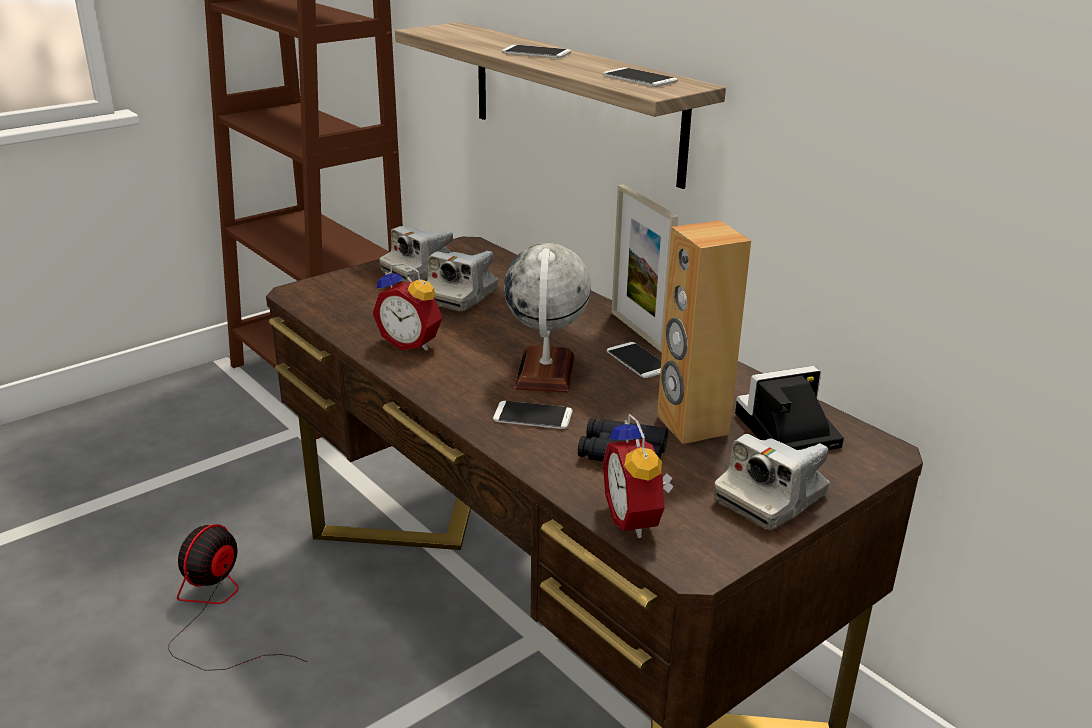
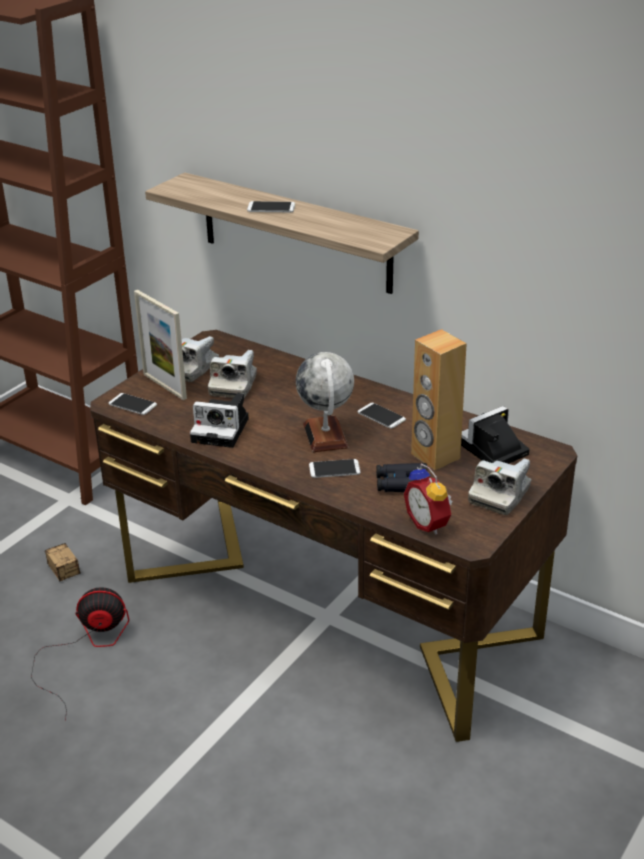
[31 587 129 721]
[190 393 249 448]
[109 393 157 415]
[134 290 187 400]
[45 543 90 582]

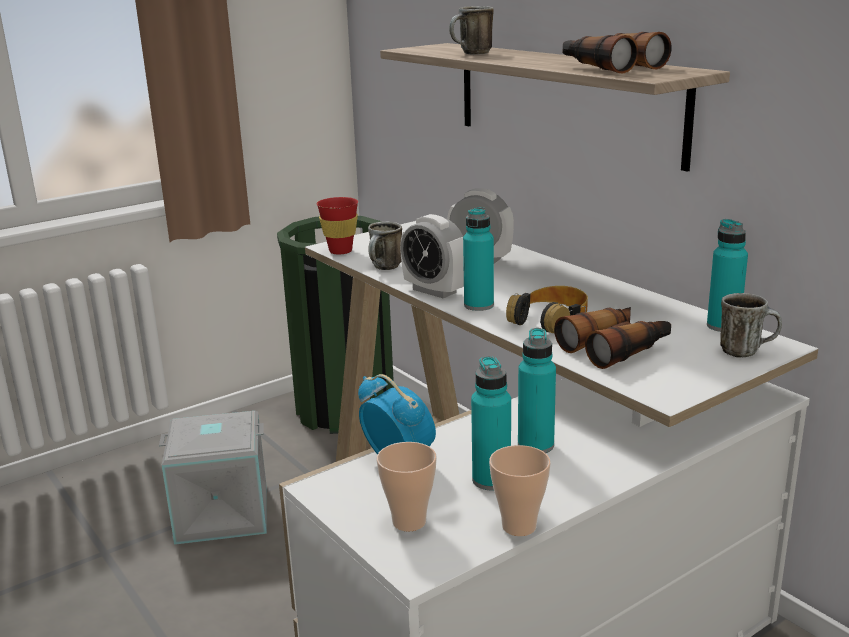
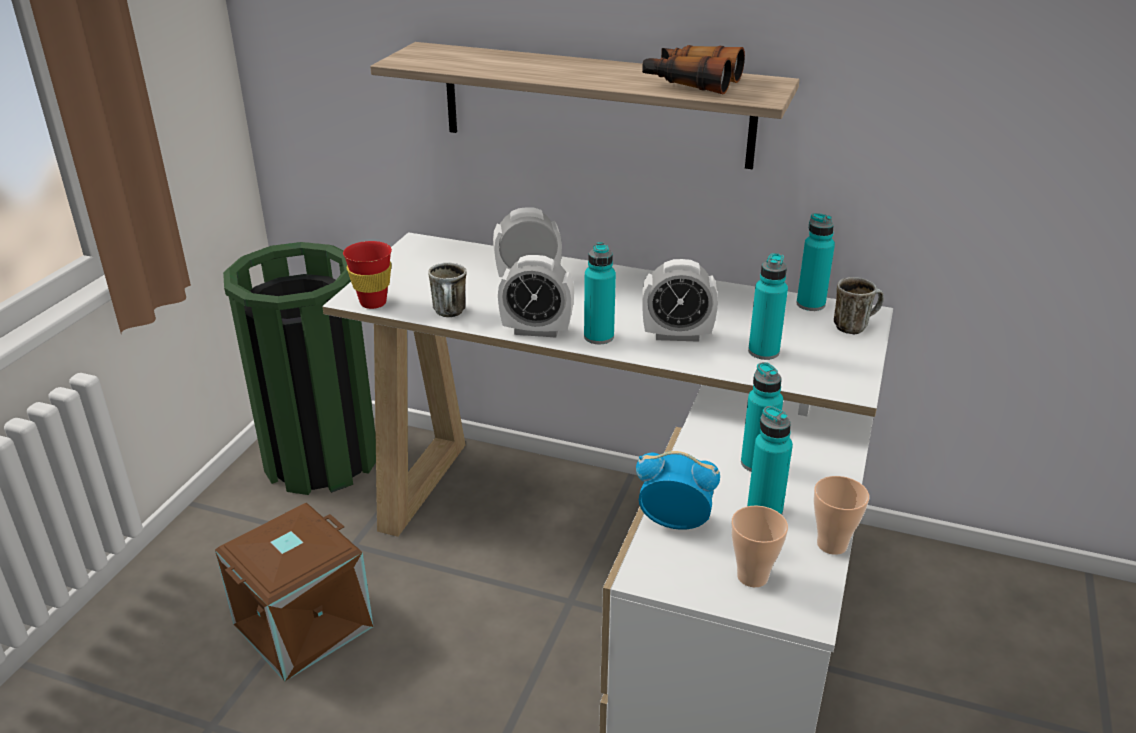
[215 503 373 682]
[449 6 494 55] (first image)
[642 259 718 342]
[748 253 788 360]

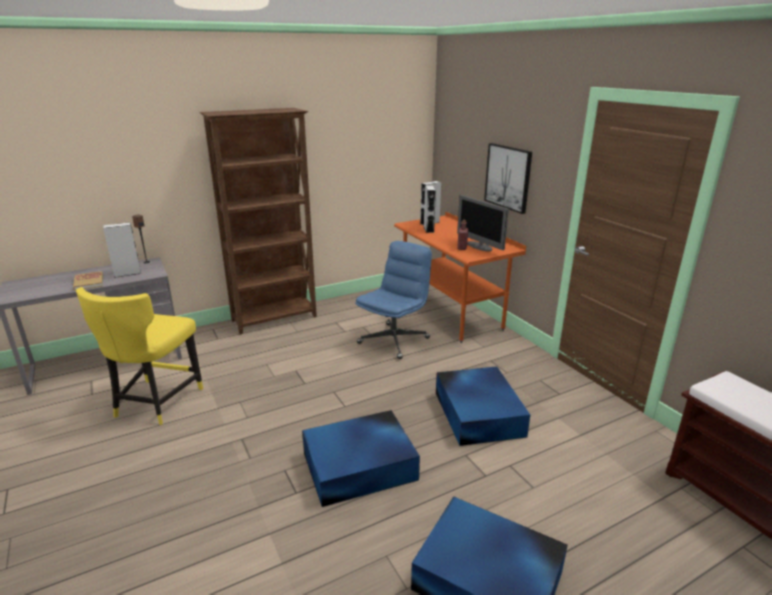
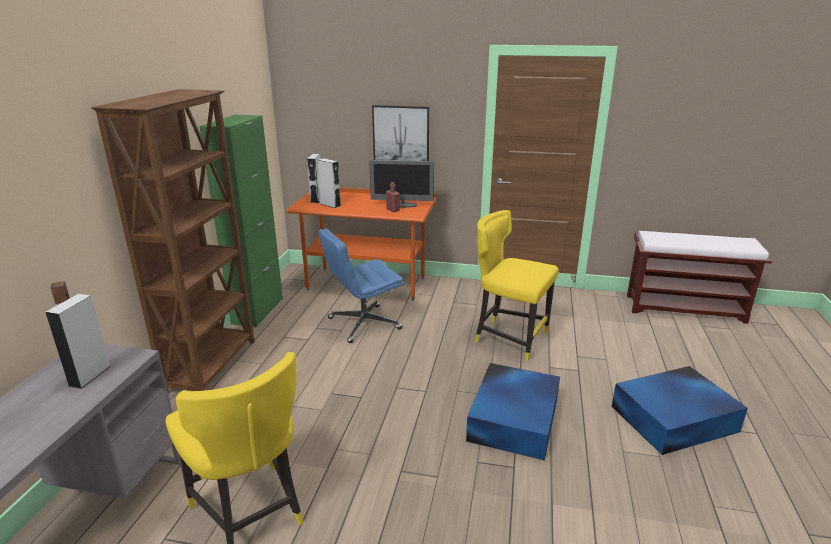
[73 271 103 291] (first image)
[319 228 404 343]
[474 210 559 362]
[199 115 283 327]

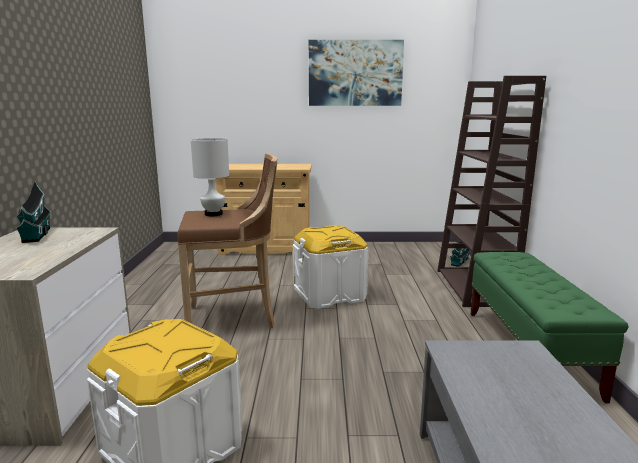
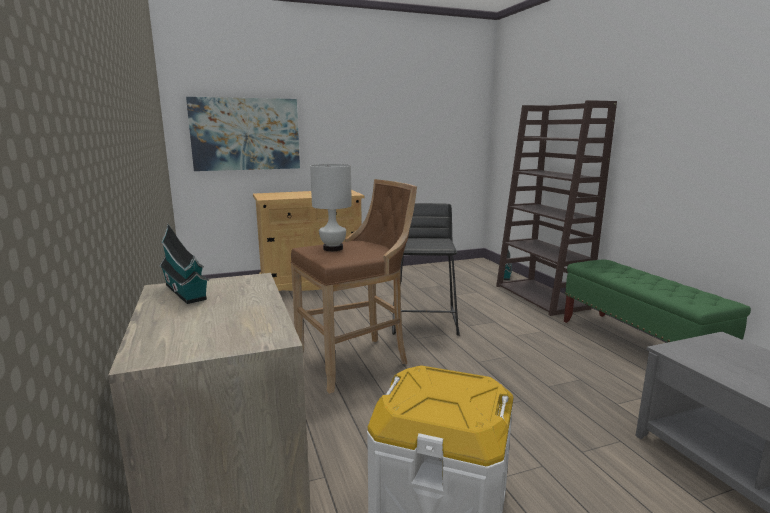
[392 203 460 336]
[186 97 300 171]

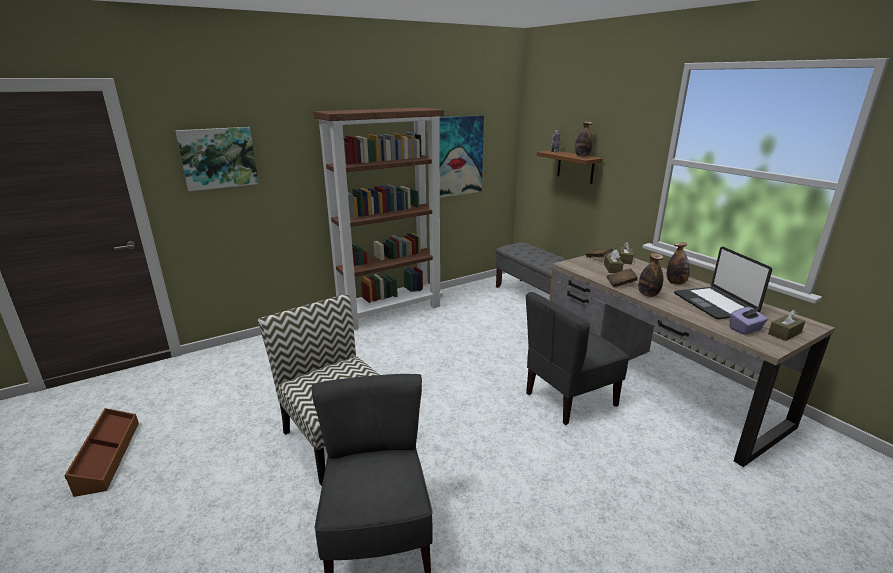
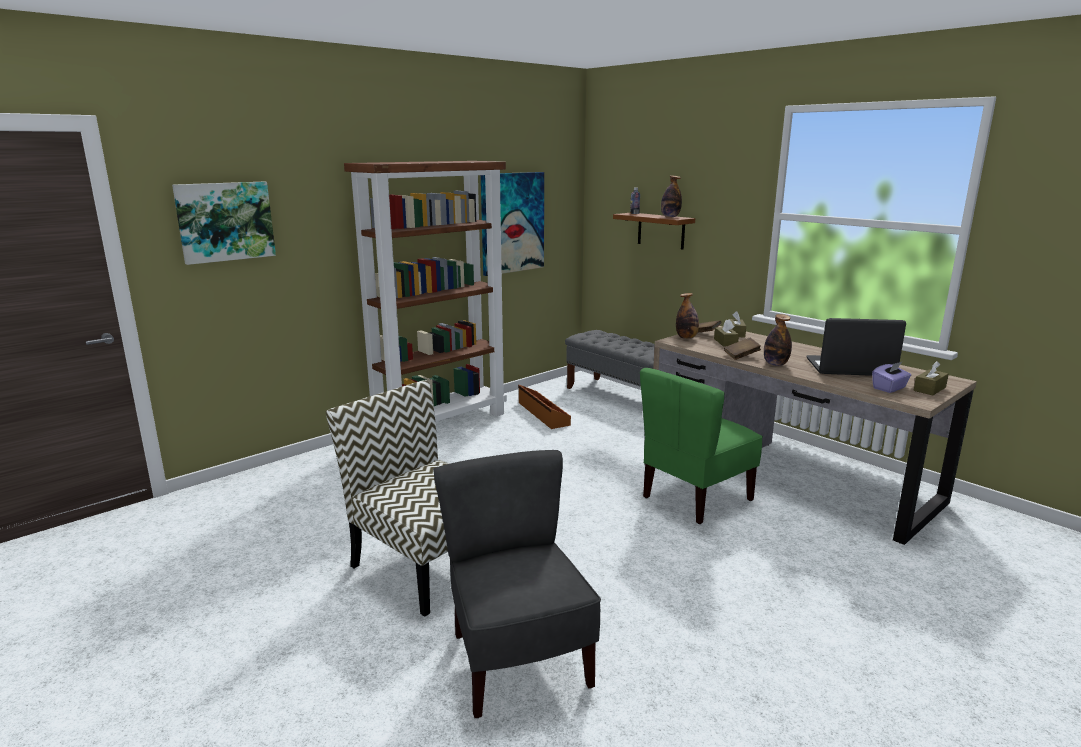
[518 385 571 429]
[640 368 763 524]
[676 293 699 339]
[806 318 906 376]

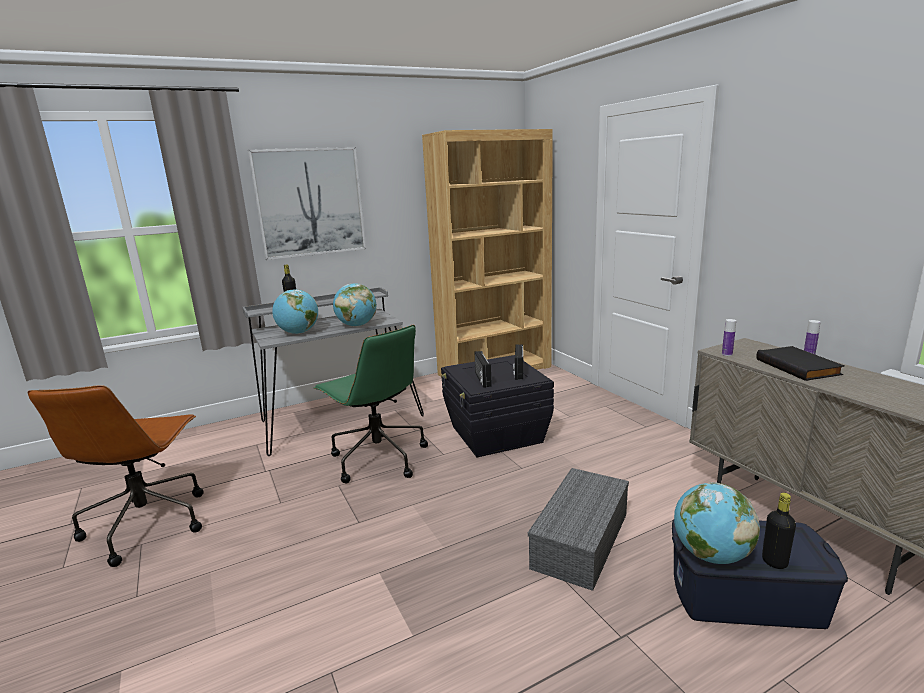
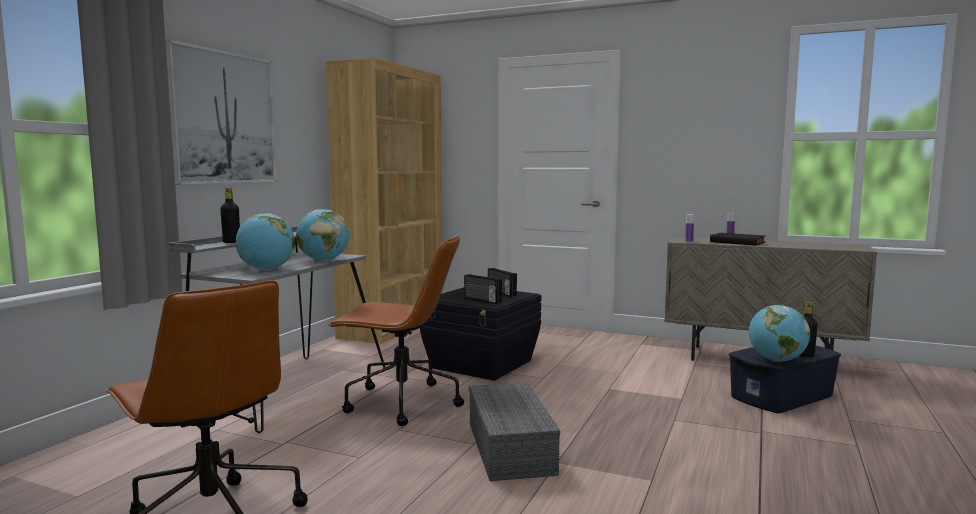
[328 235 464 426]
[469 383 560 481]

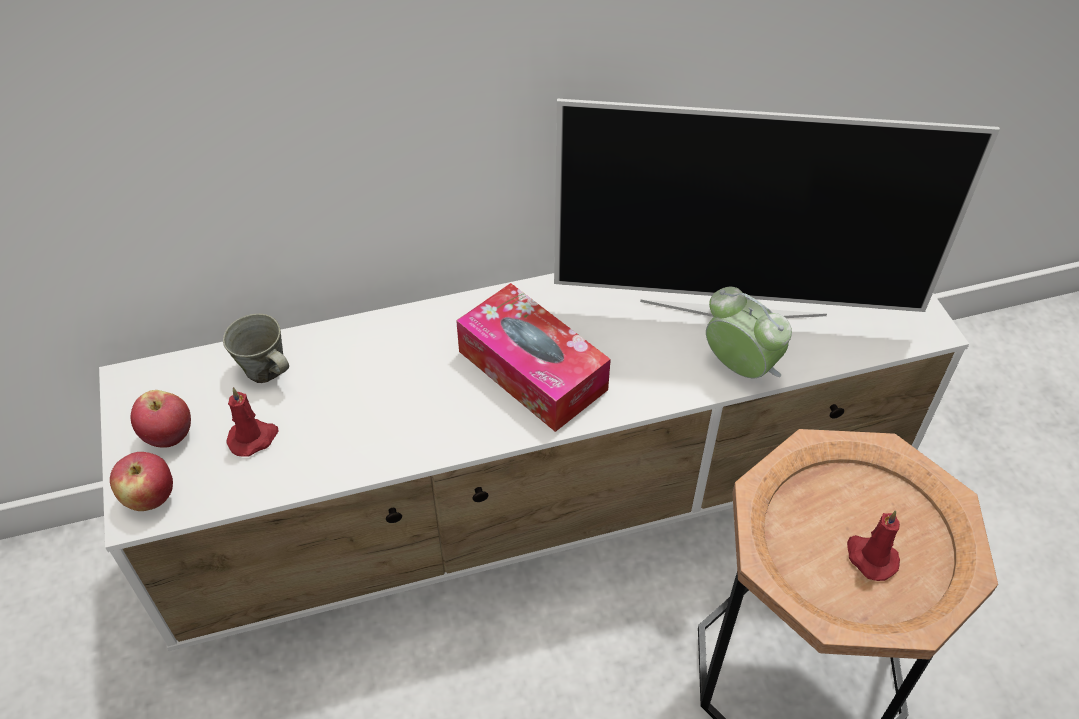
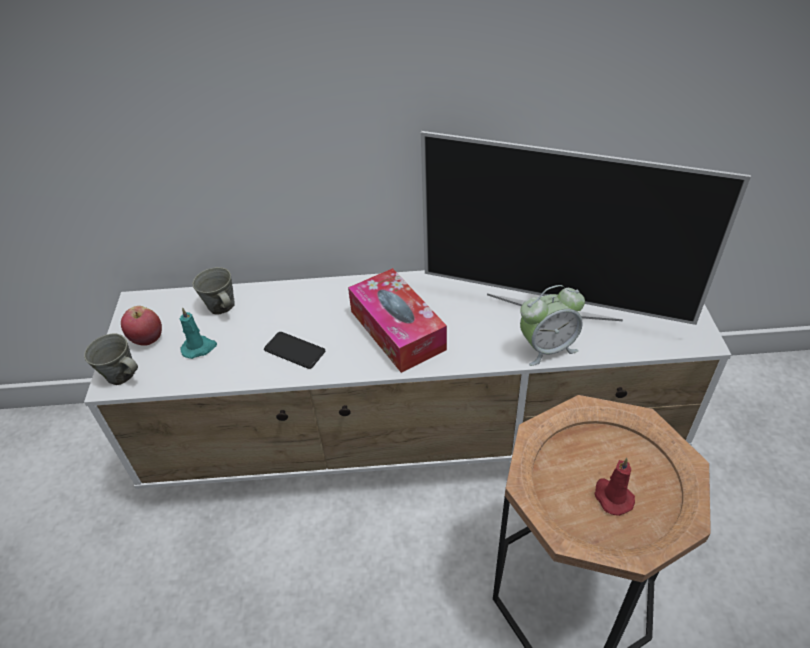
[84 333 138 385]
[179 307 217 359]
[520 285 585 366]
[264 332 325 369]

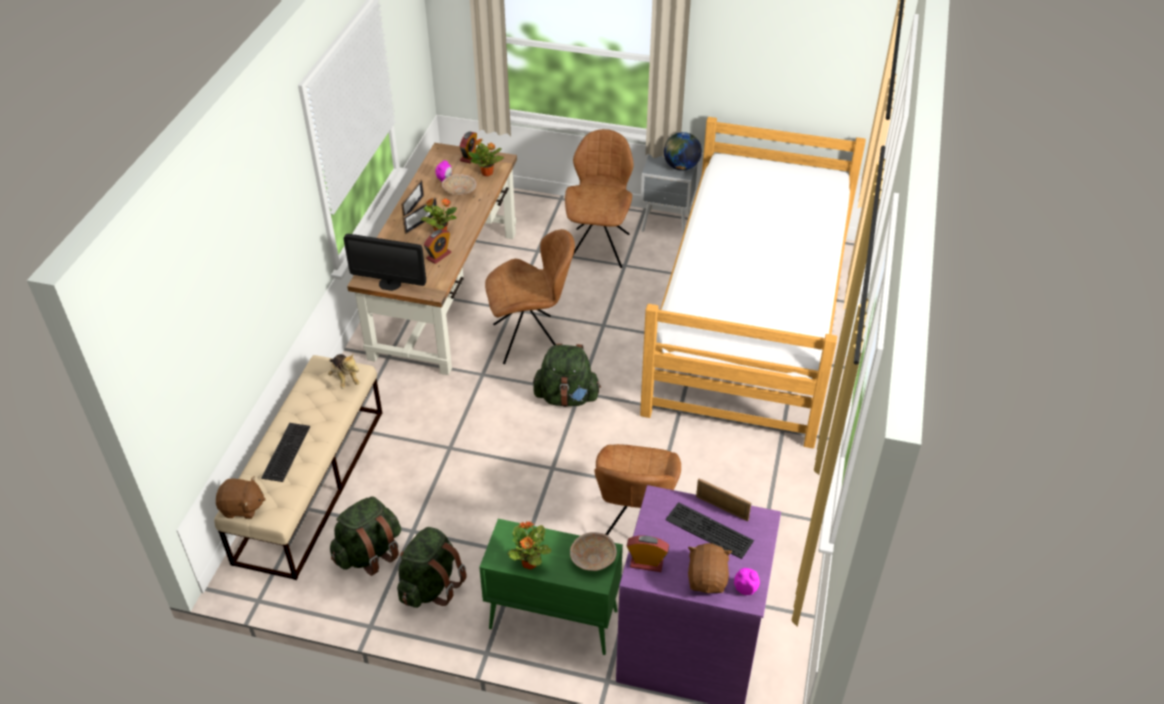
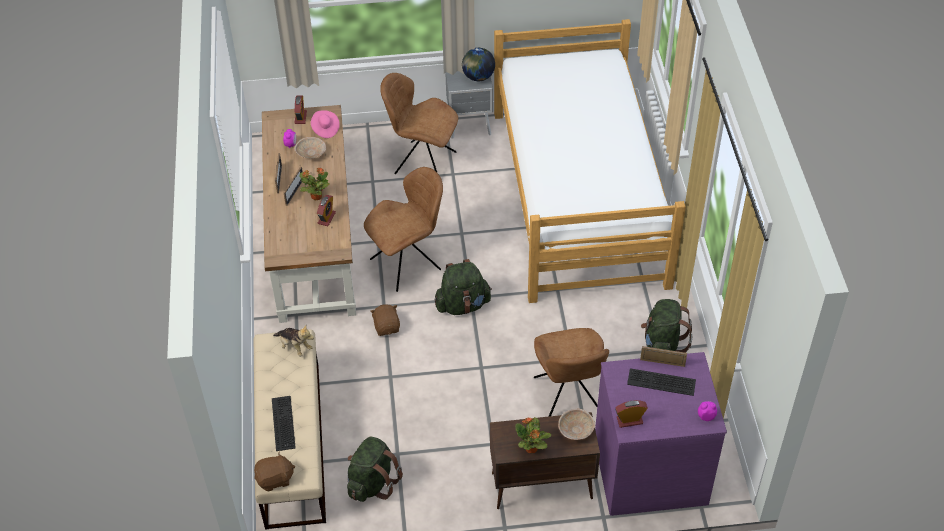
[344 234 426 291] (first image)
[641 299 693 353]
[311 110 340 138]
[490 412 600 509]
[380 73 458 174]
[370 304 400 336]

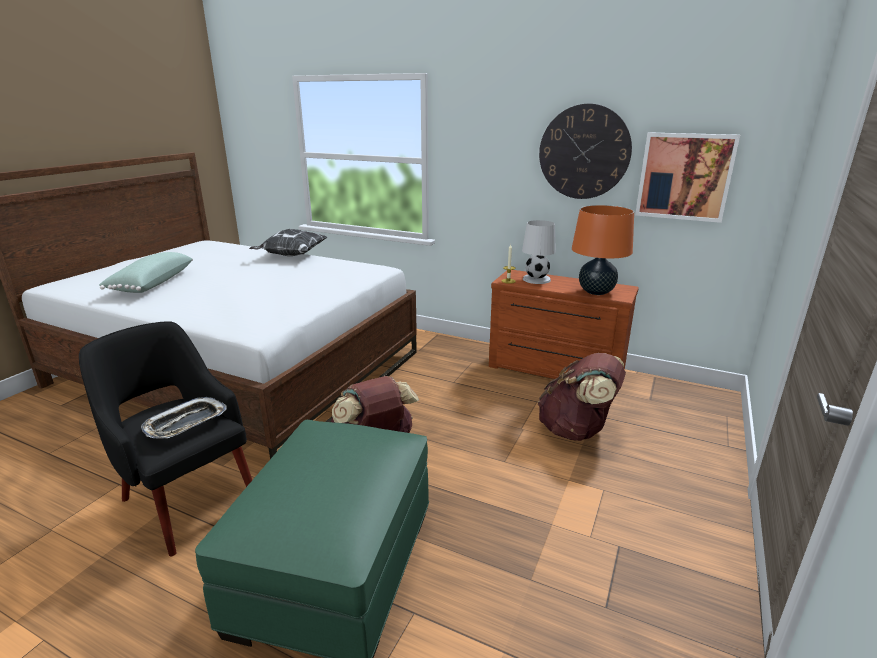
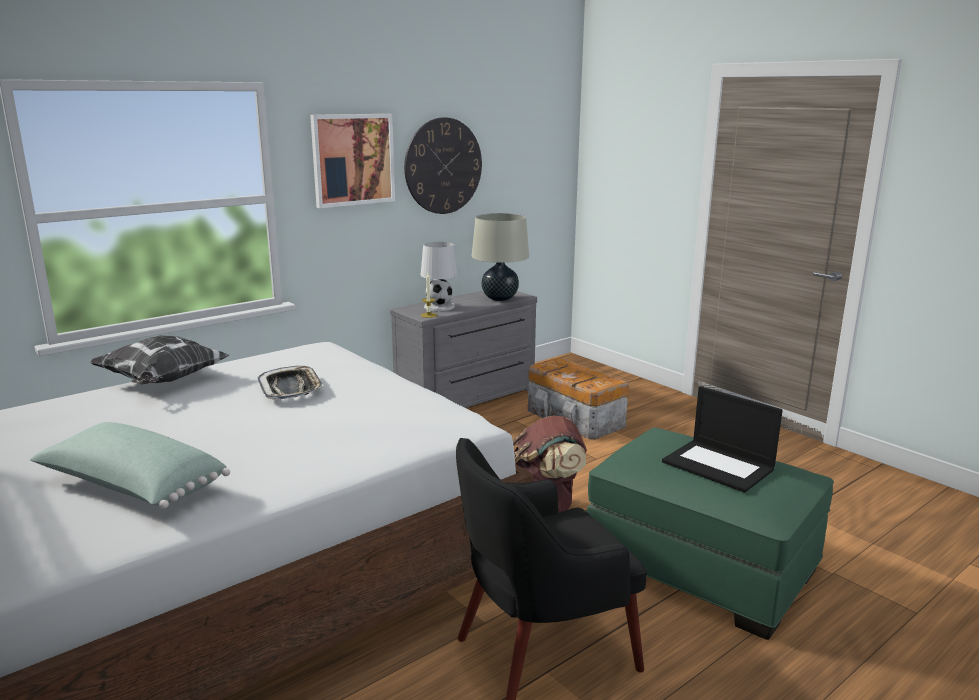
[258 366 324 400]
[390 291 537 408]
[528 357 629 439]
[472 213 529 301]
[310 114 395 208]
[662 386 783 493]

